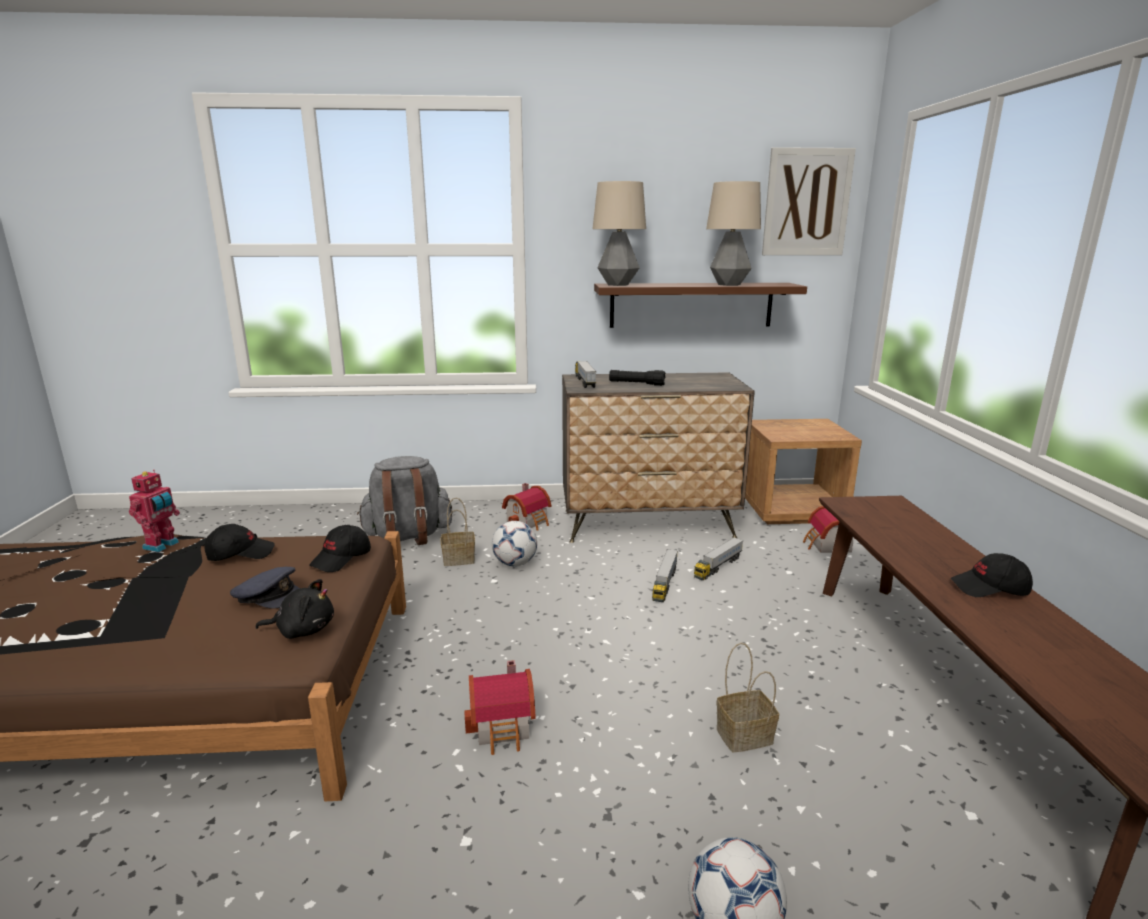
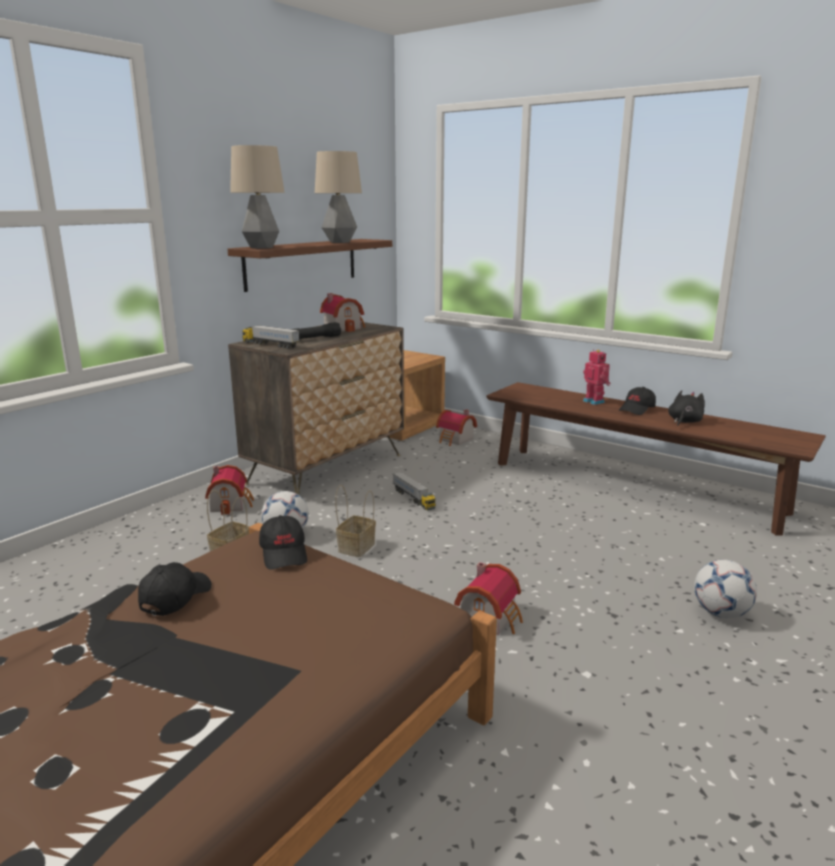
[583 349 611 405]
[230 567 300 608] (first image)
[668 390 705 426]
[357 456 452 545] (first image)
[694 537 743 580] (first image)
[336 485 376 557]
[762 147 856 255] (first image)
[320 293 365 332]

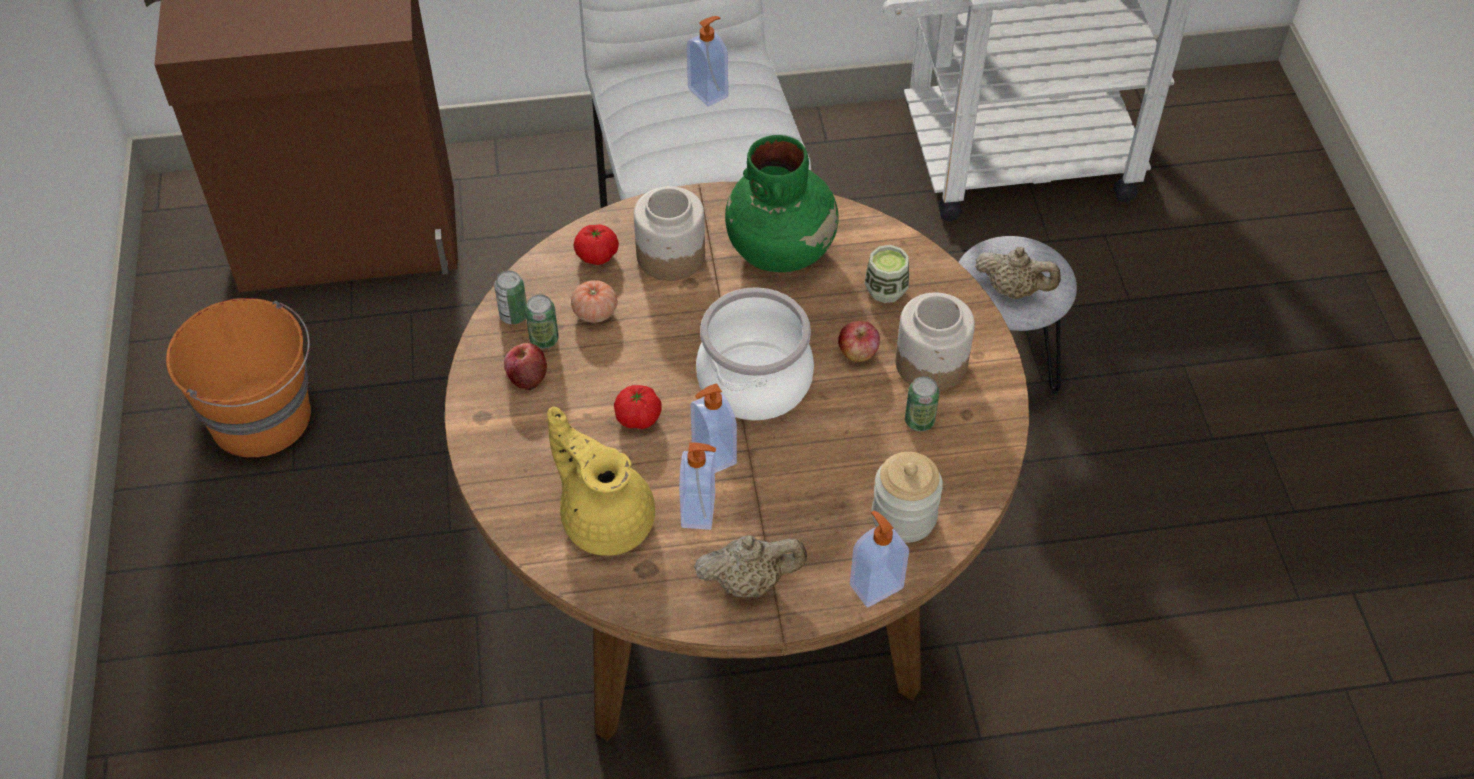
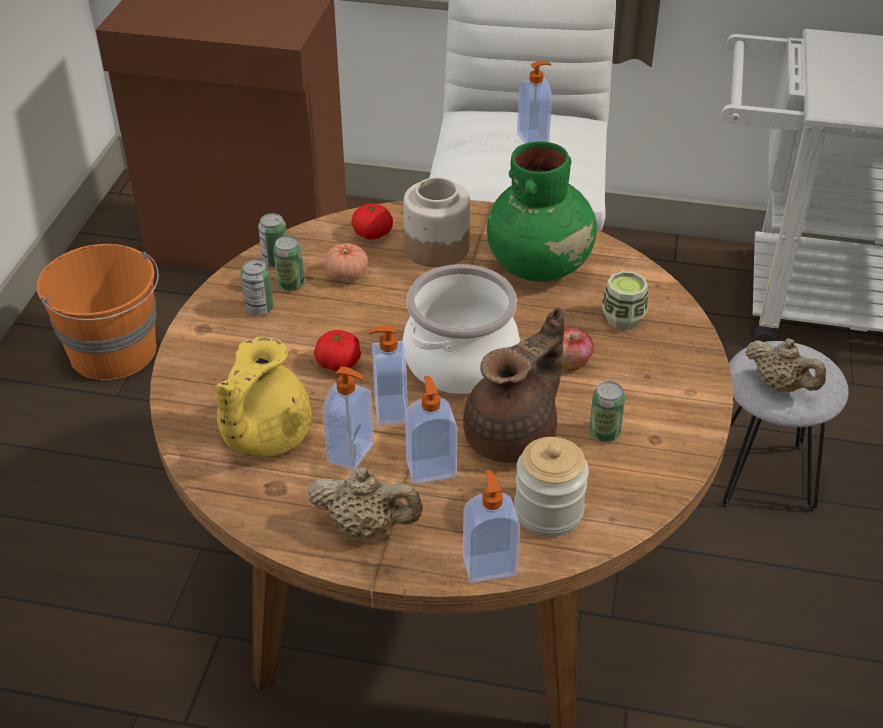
[240 259 273 315]
[215 337 312 457]
[895 292 975 391] (first image)
[405 376 457 484]
[463 307 565 463]

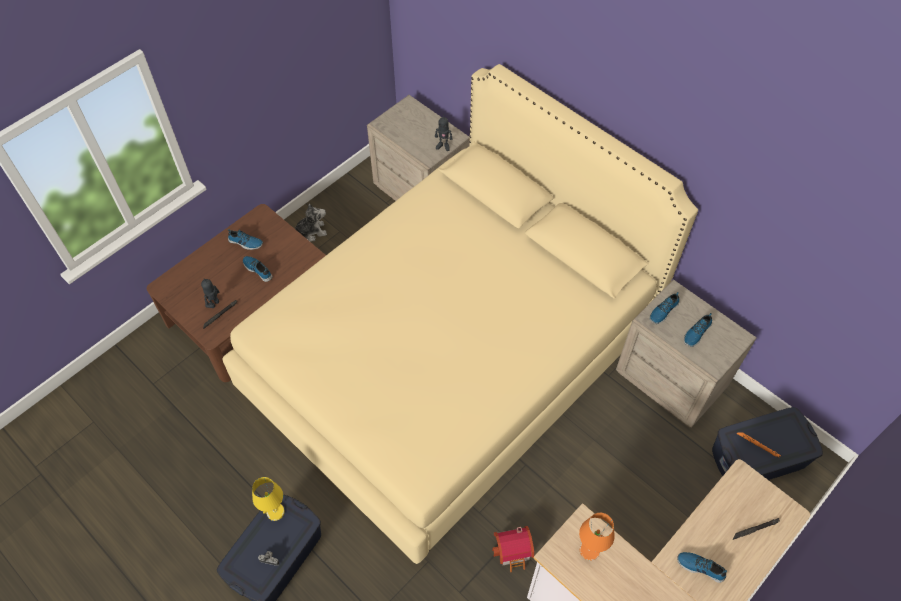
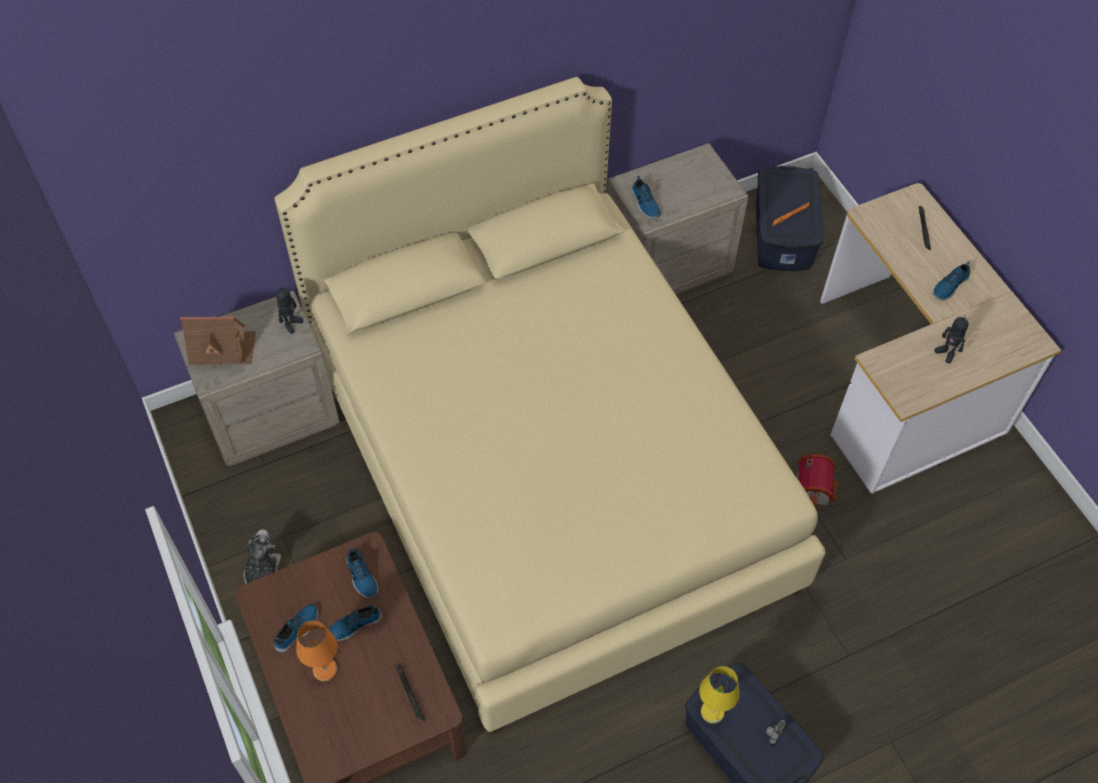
[934 315 969 364]
[296 620 338 682]
[346 547 378 598]
[180 316 256 369]

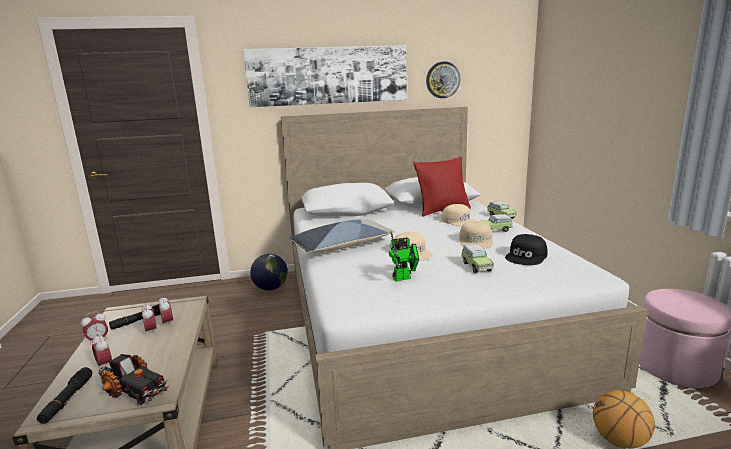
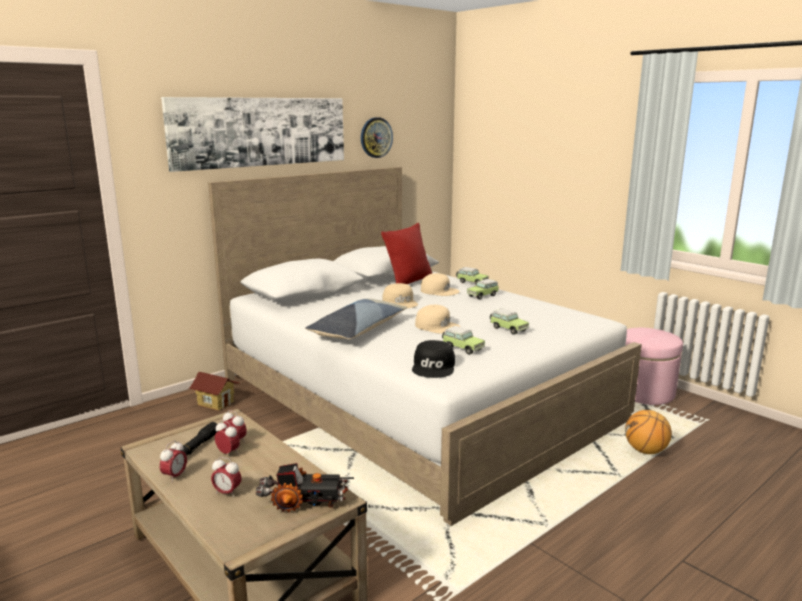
[37 367 92 424] (first image)
[189 372 240 411]
[442 326 485 355]
[382 283 418 309]
[412 340 455 378]

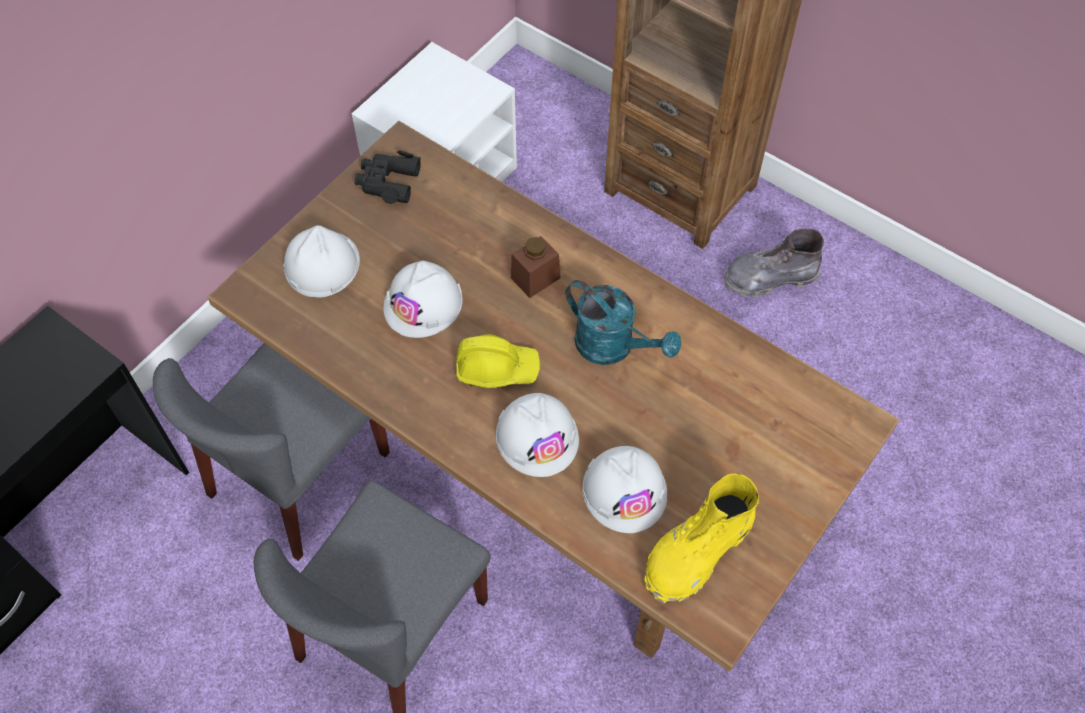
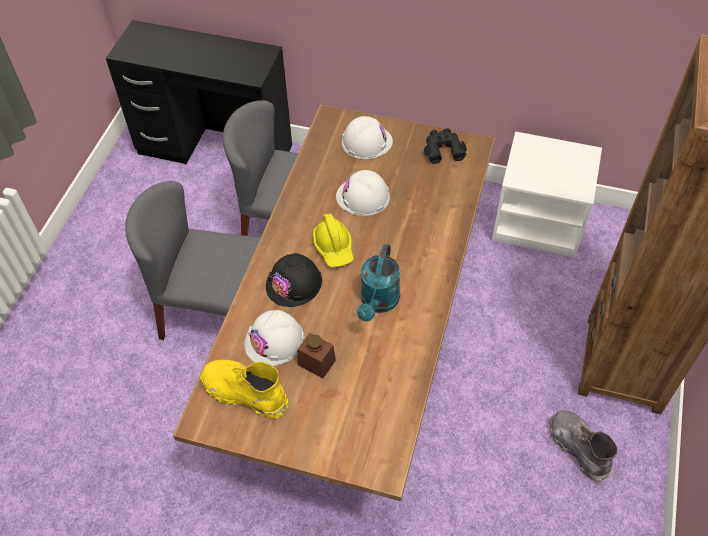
[266 253 322 307]
[297 333 336 378]

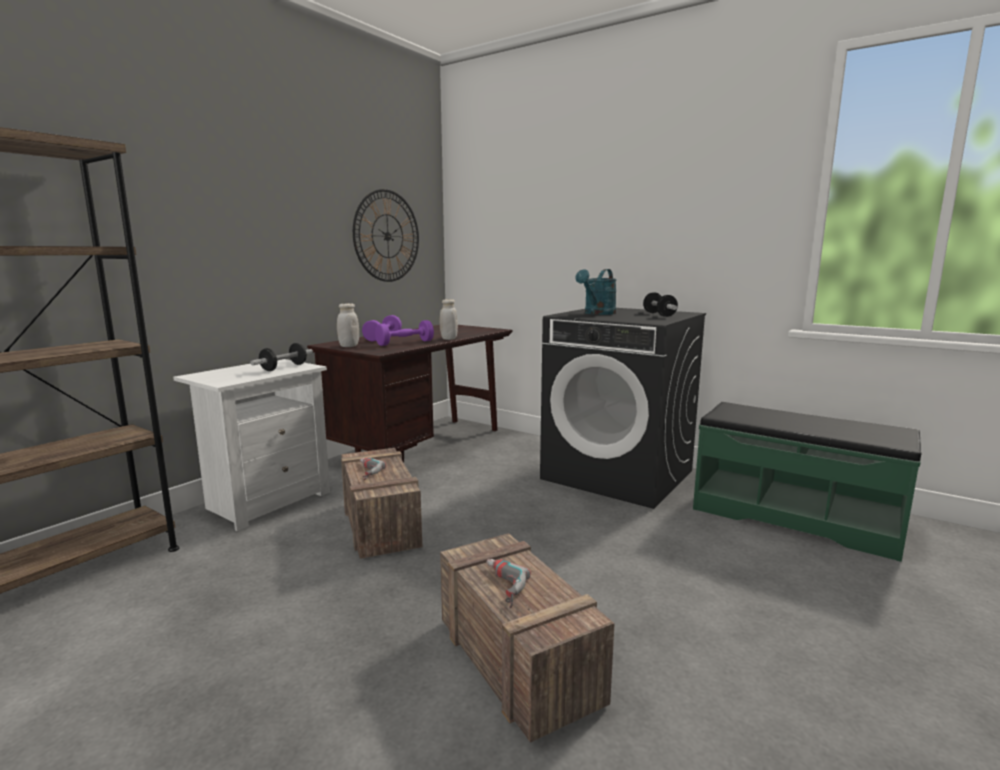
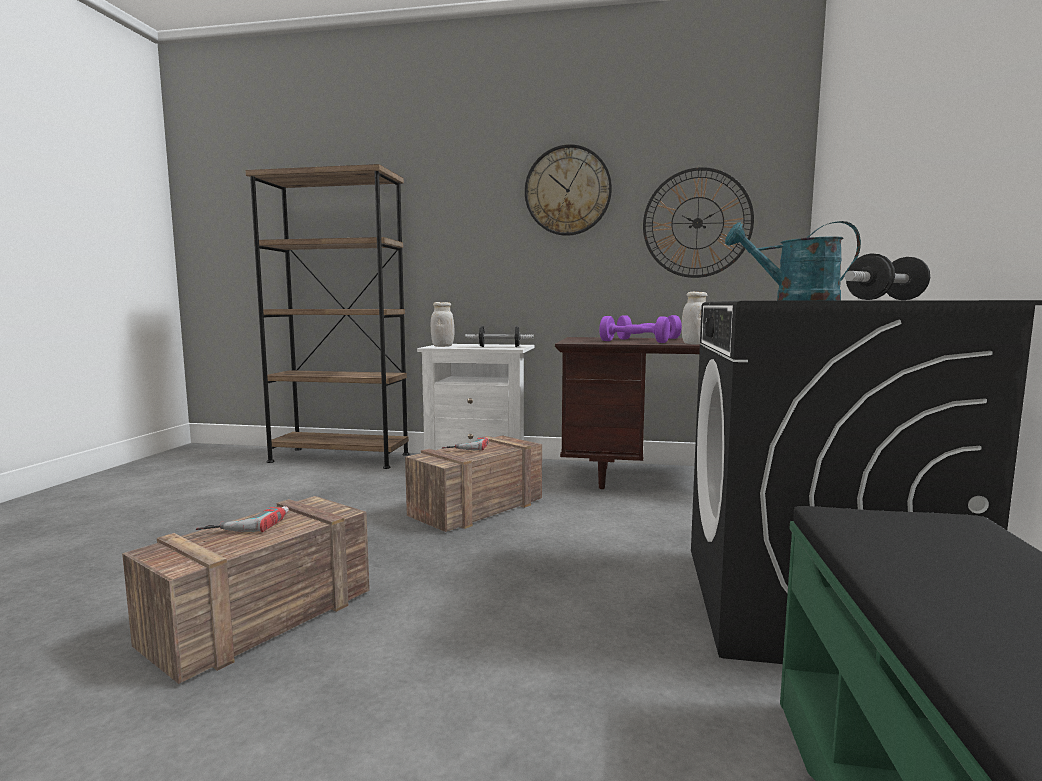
[431 302 454 347]
[525 144 612 236]

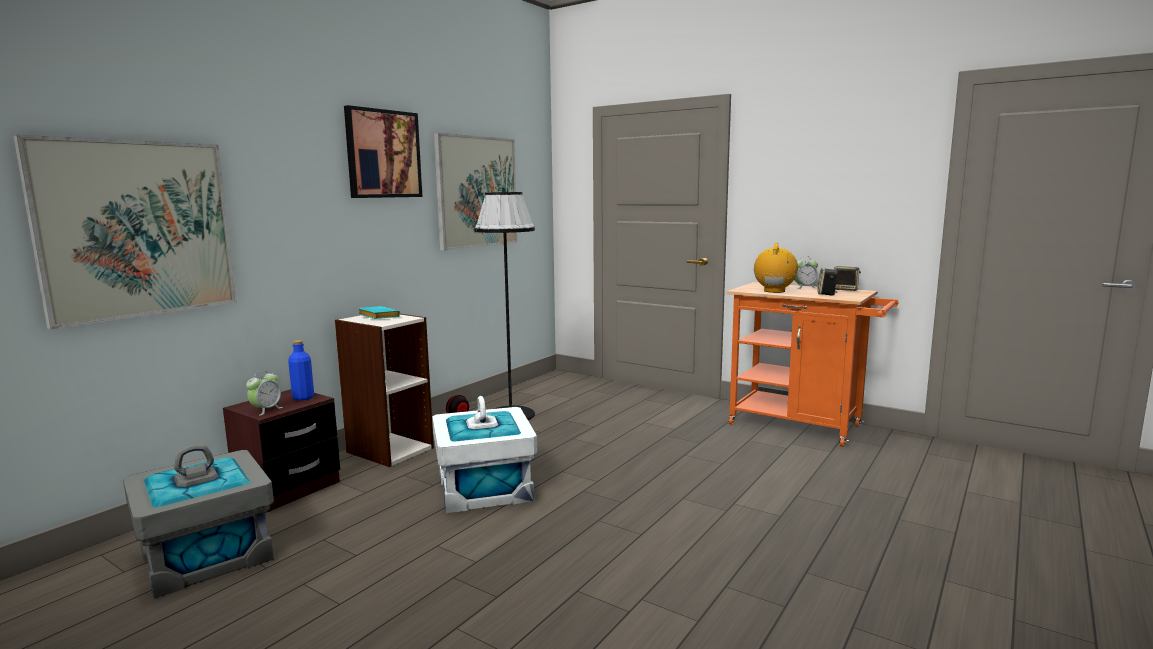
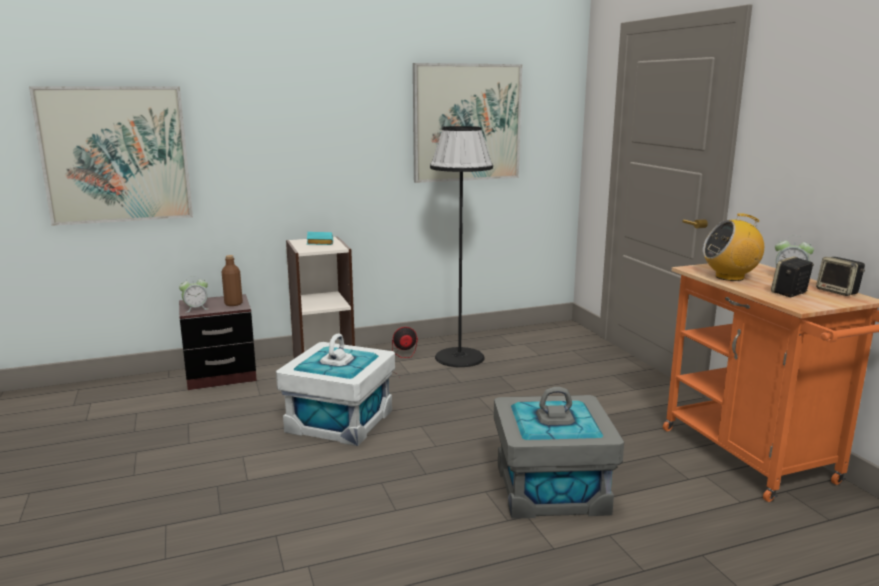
[494 387 624 519]
[222 255 243 306]
[344 105 422 198] (first image)
[703 213 764 281]

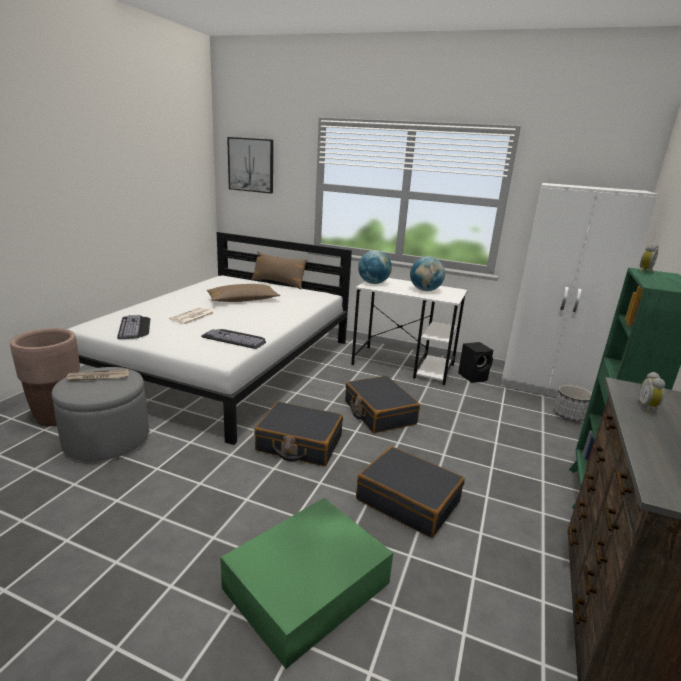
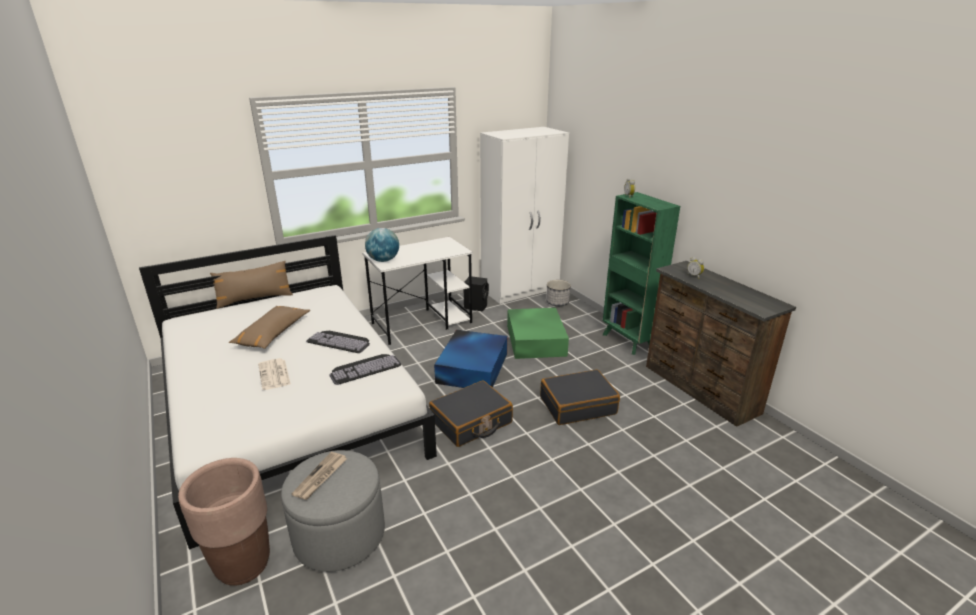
[306 331 370 353]
[507 308 569 359]
[227 137 273 194] (first image)
[434 330 507 388]
[410 256 445 291] (first image)

